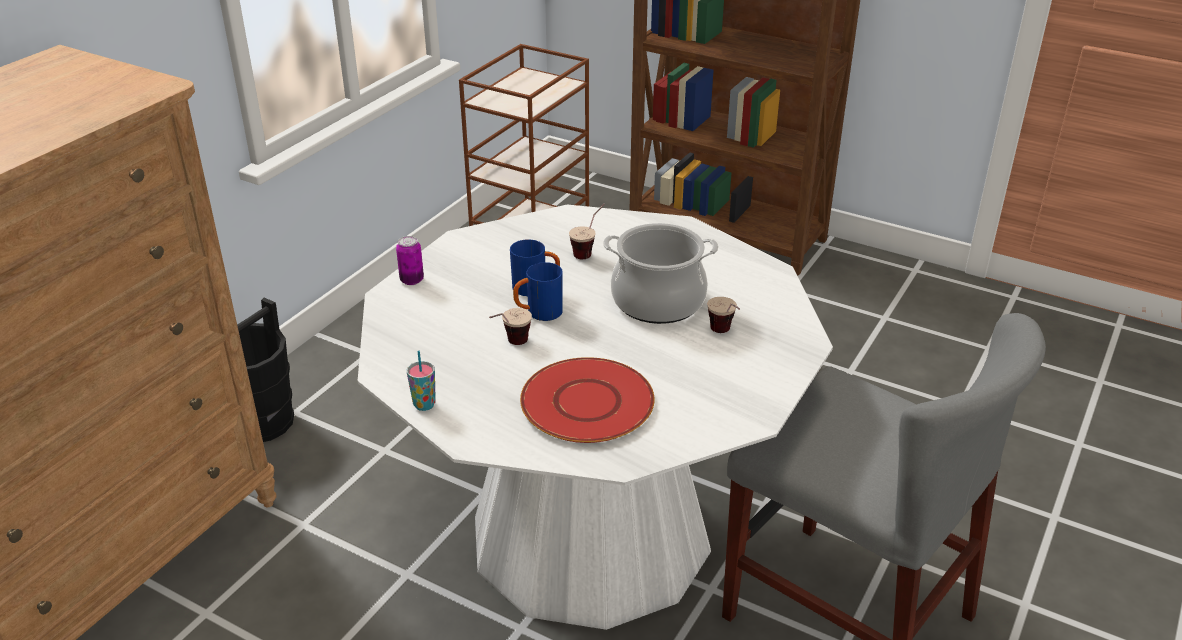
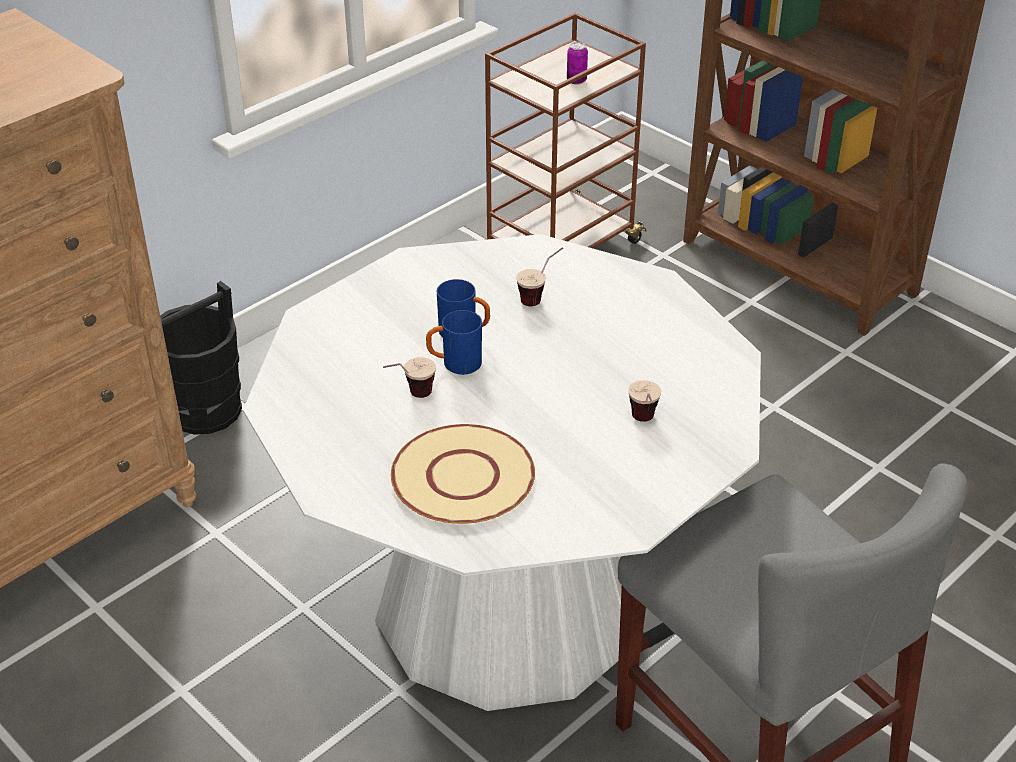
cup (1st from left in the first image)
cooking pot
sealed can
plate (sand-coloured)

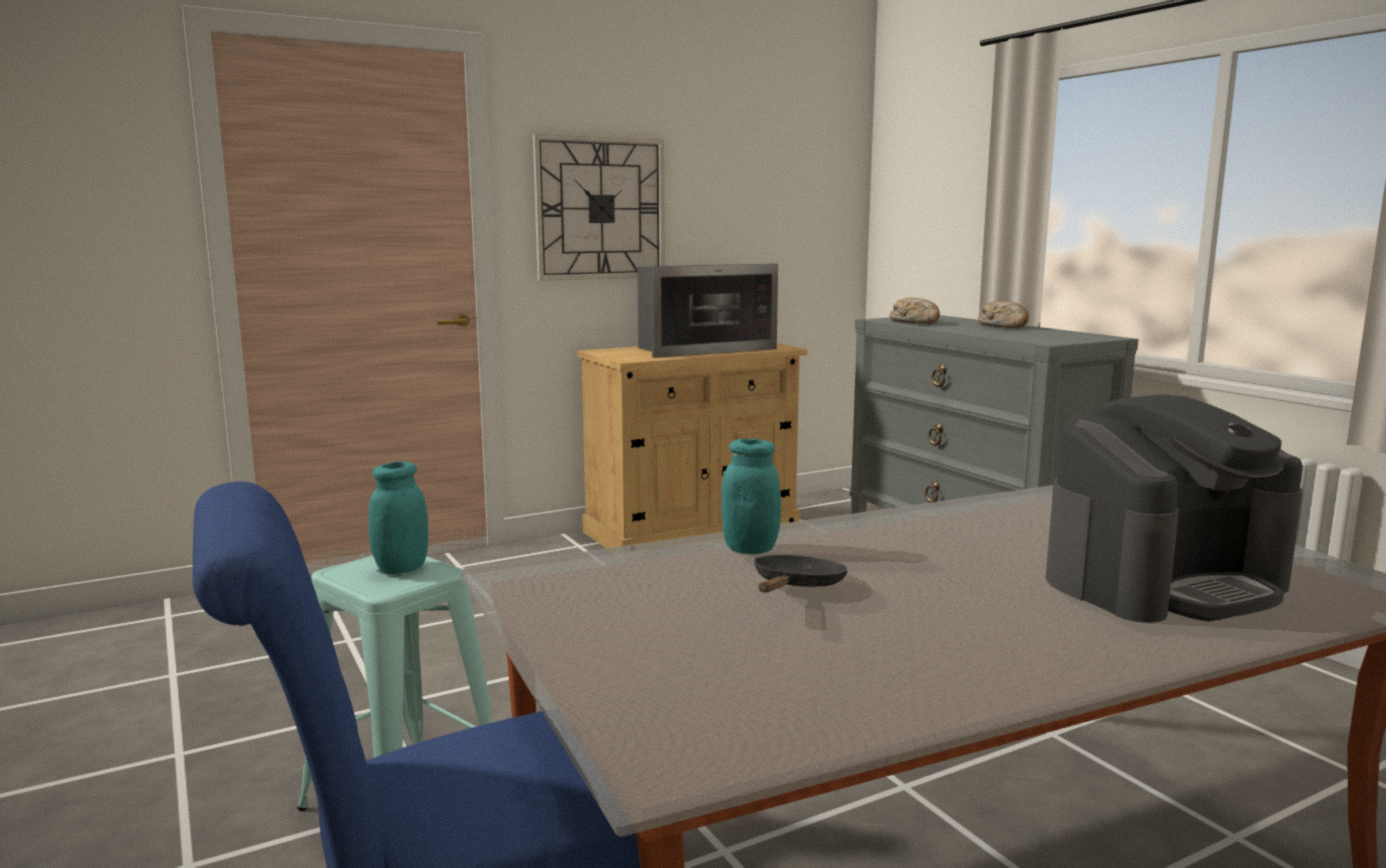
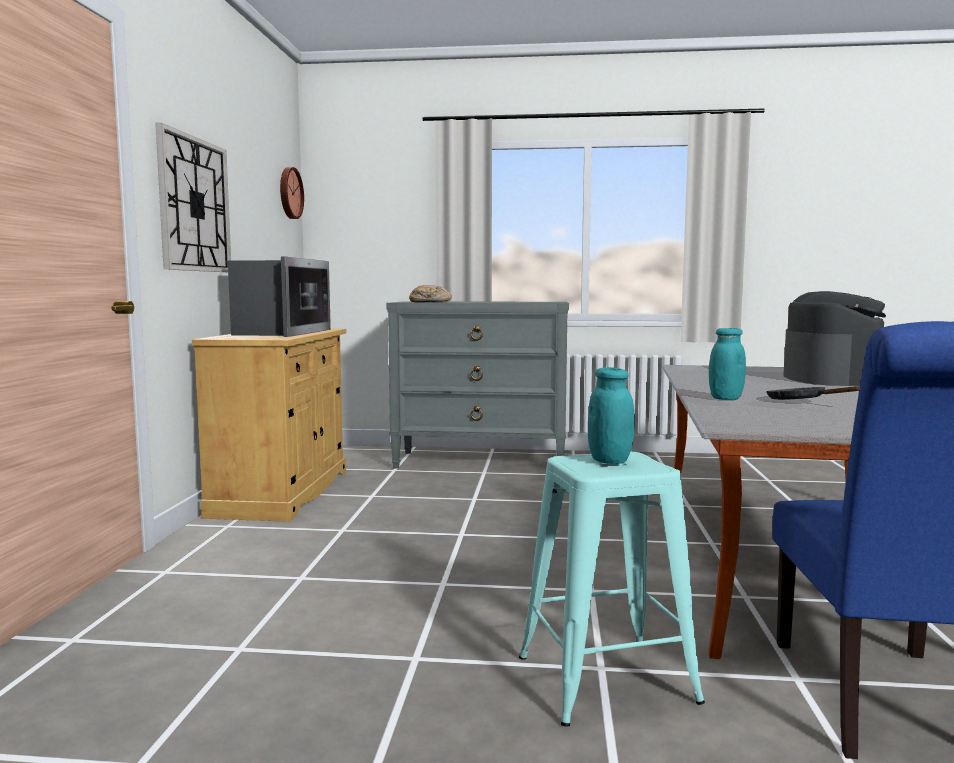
bread (2nd from left in the first image)
wall clock (2nd from left)

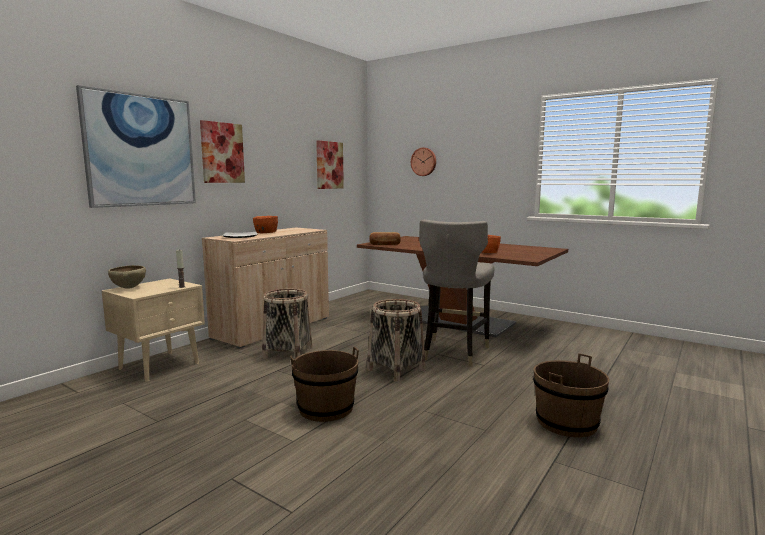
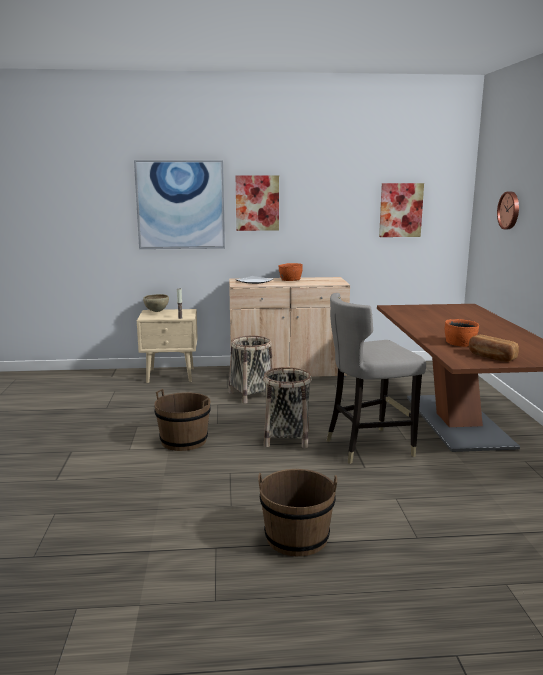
bread

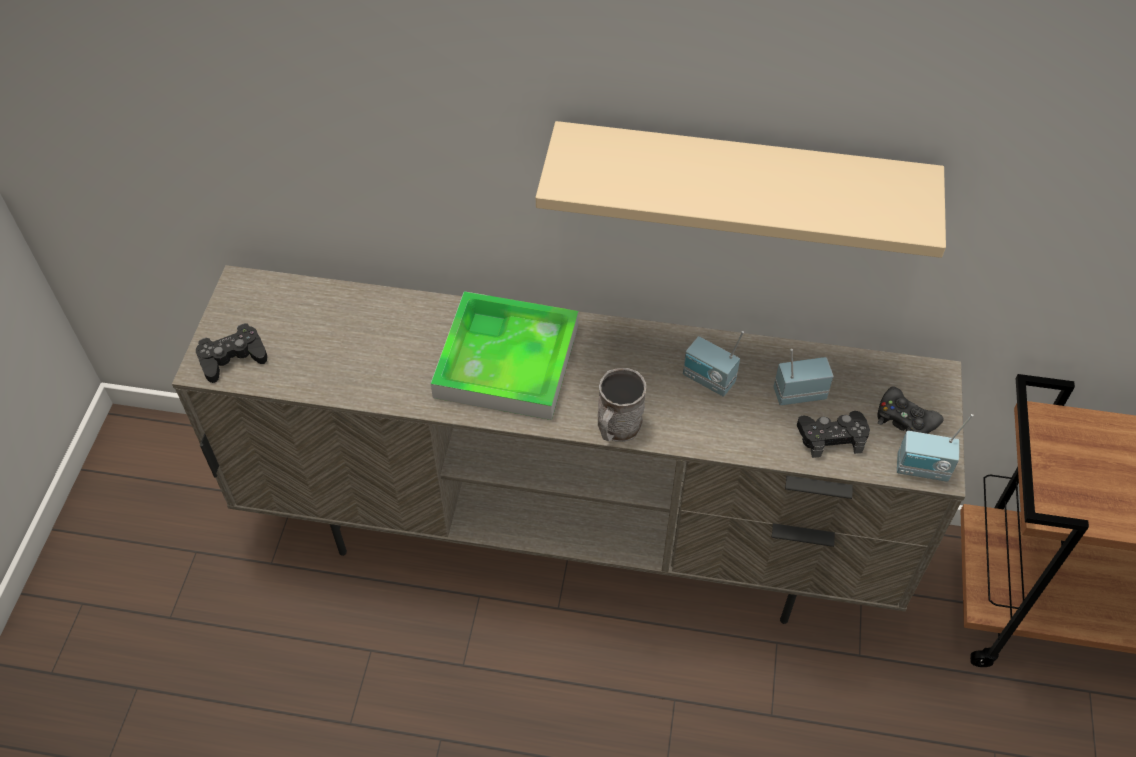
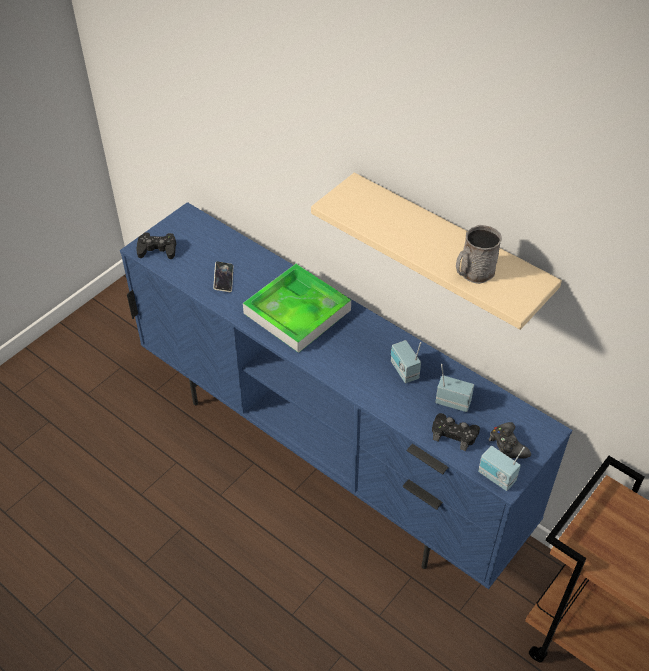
handset
mug (gray)
tv stand (bluish)

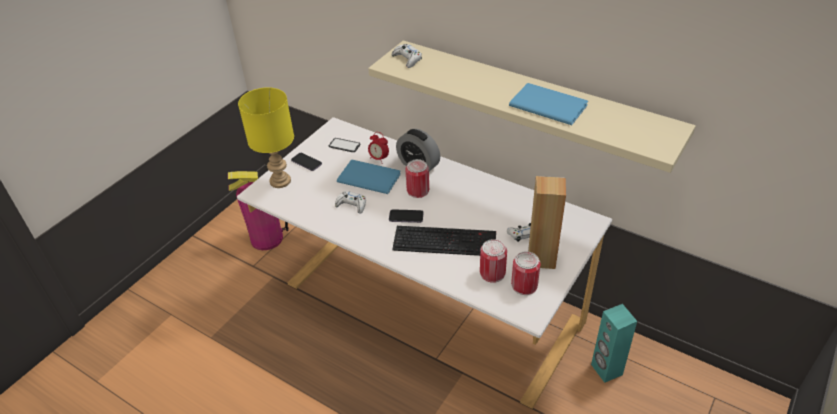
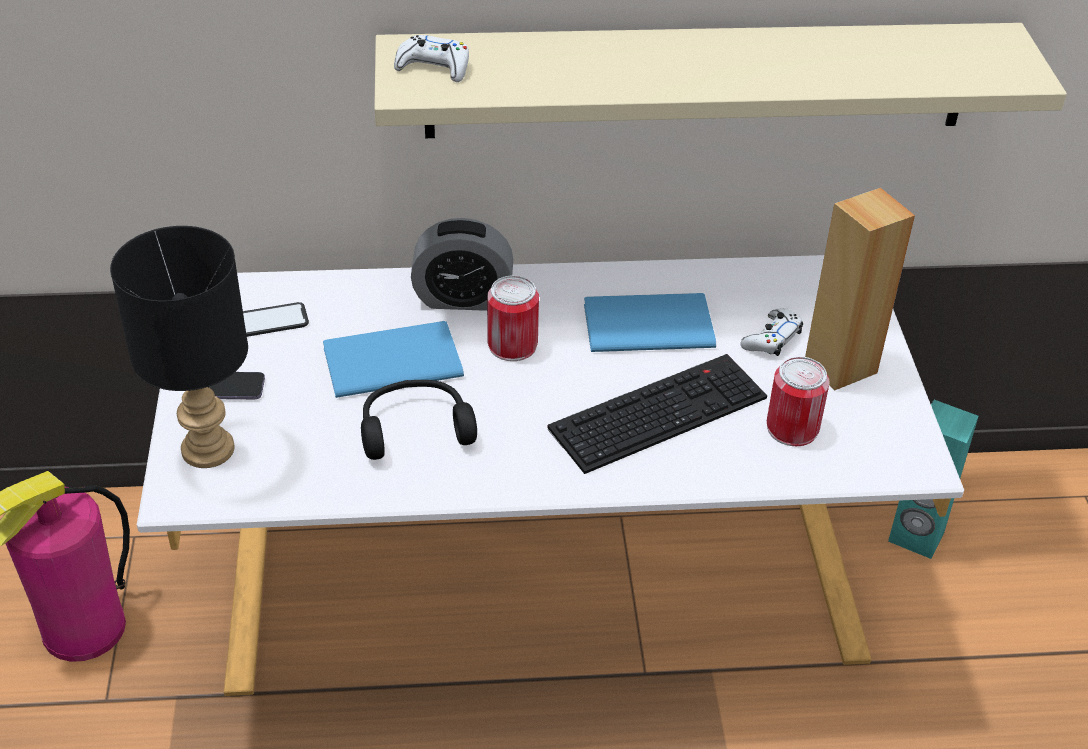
alarm clock (1st from left in the first image)
handset (3rd from left in the first image)
sealed can (3rd from left in the first image)
volume (bluish) (2nd from left)
headphones (black)
table lamp (black)

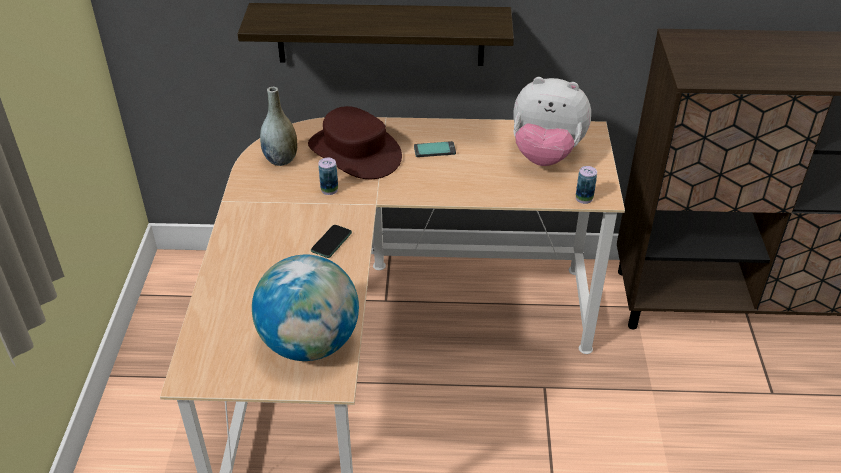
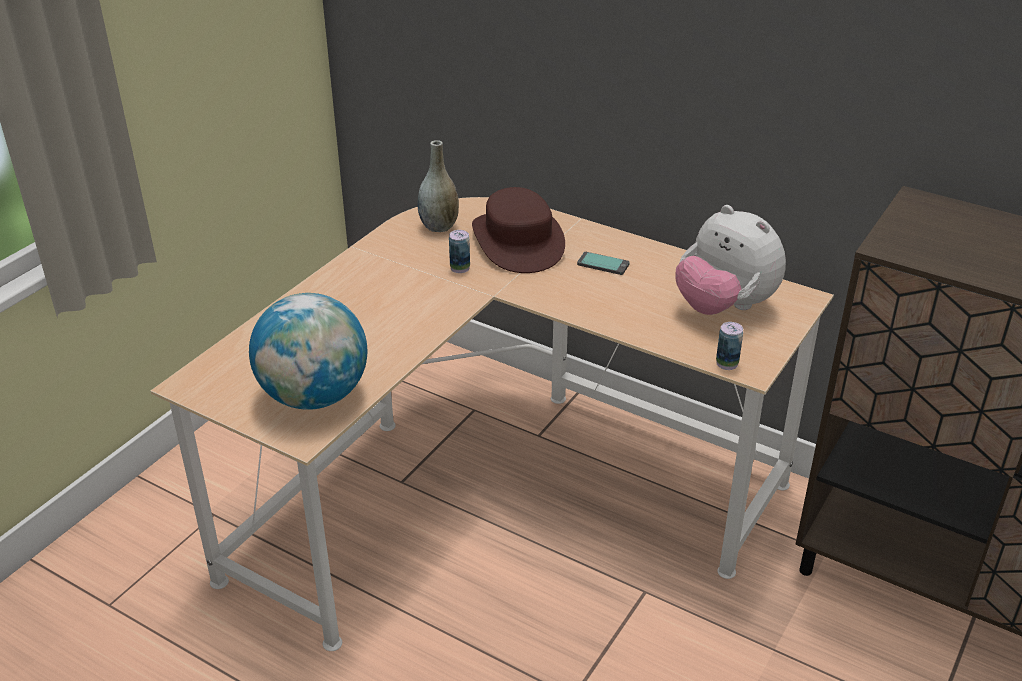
shelf
handset (1st from left in the first image)

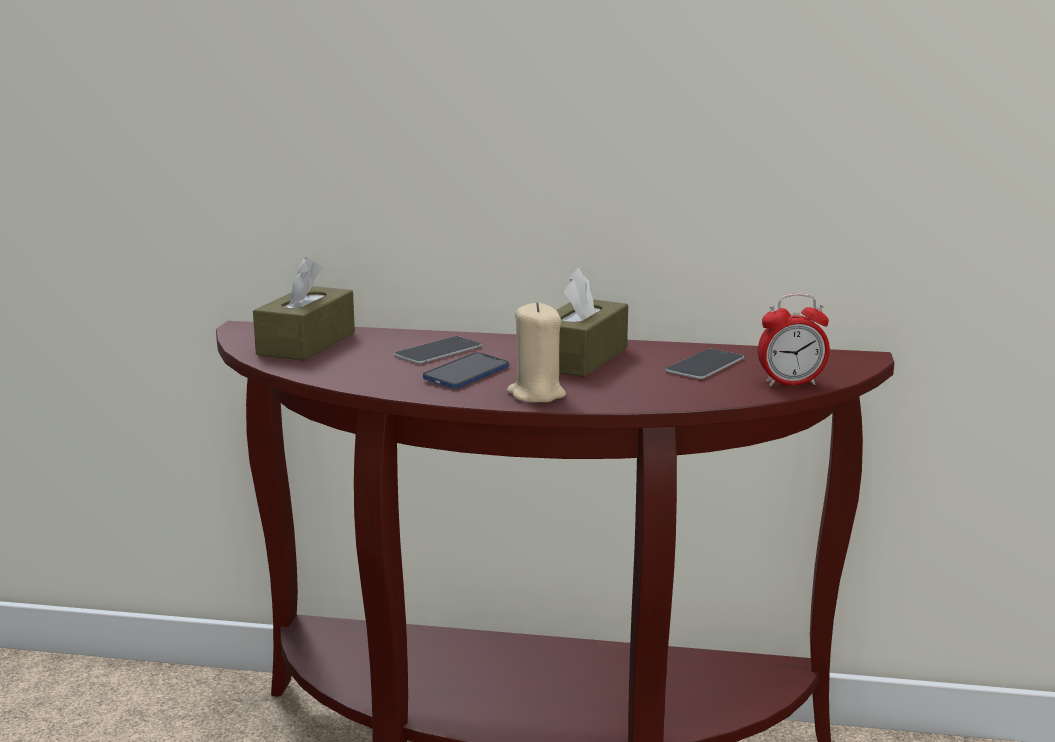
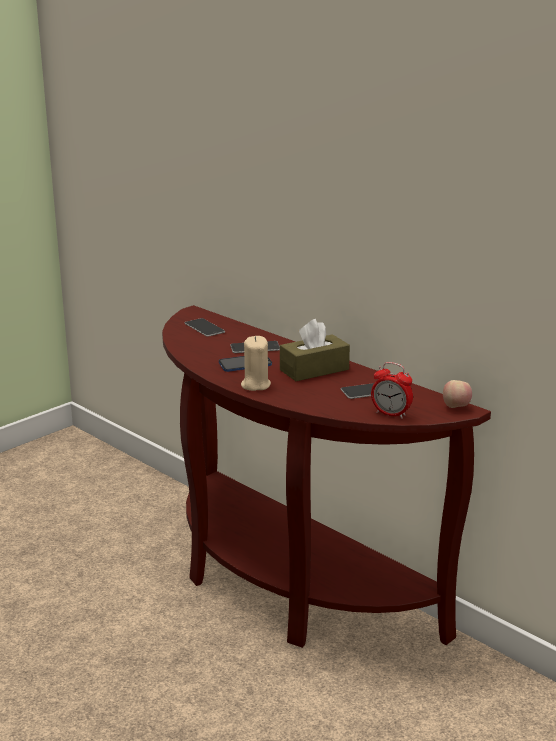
apple fruit
handset (1st from left)

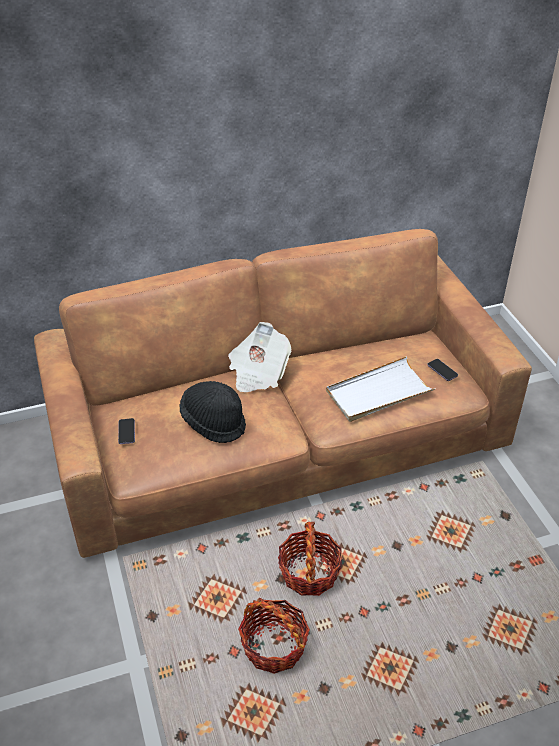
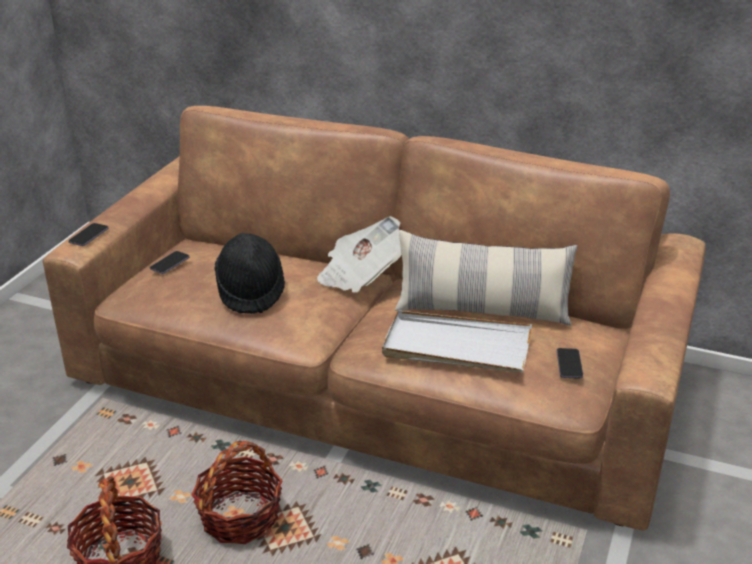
handset (1st from left)
cushion

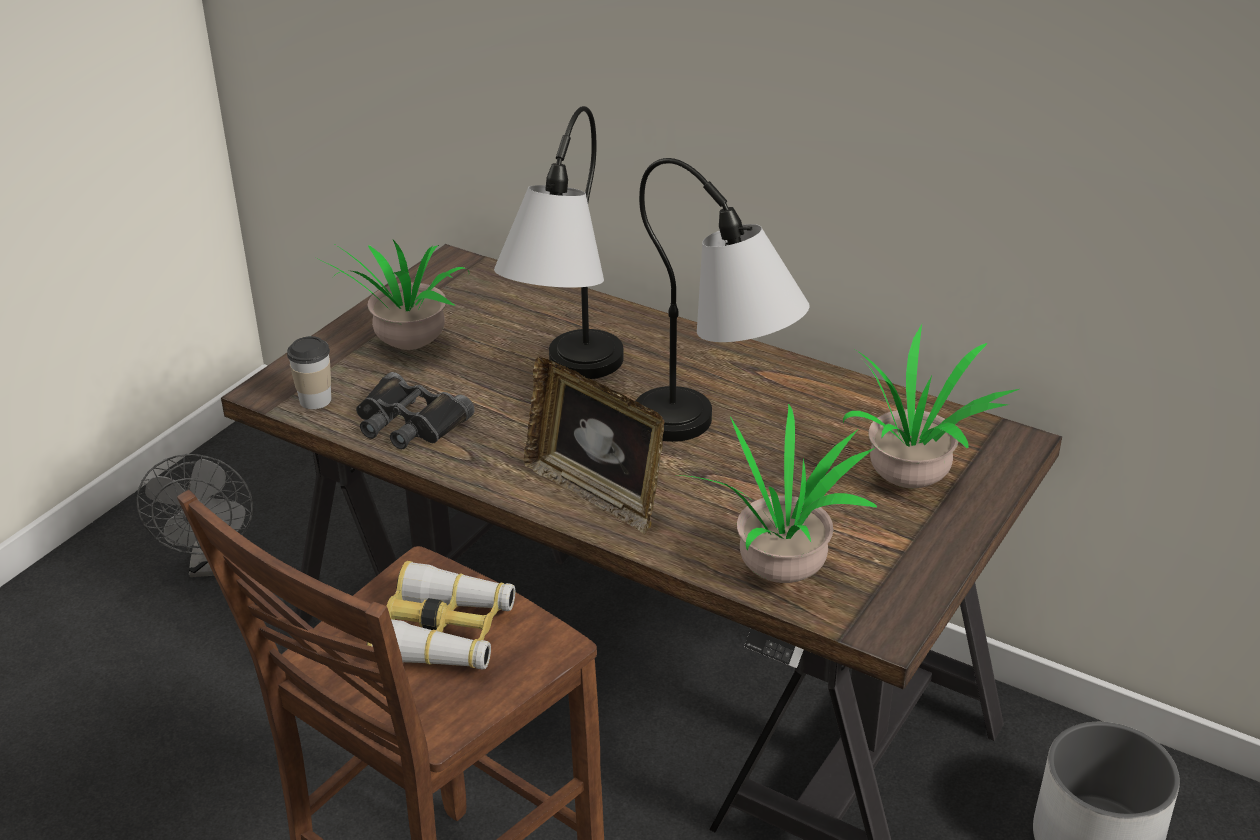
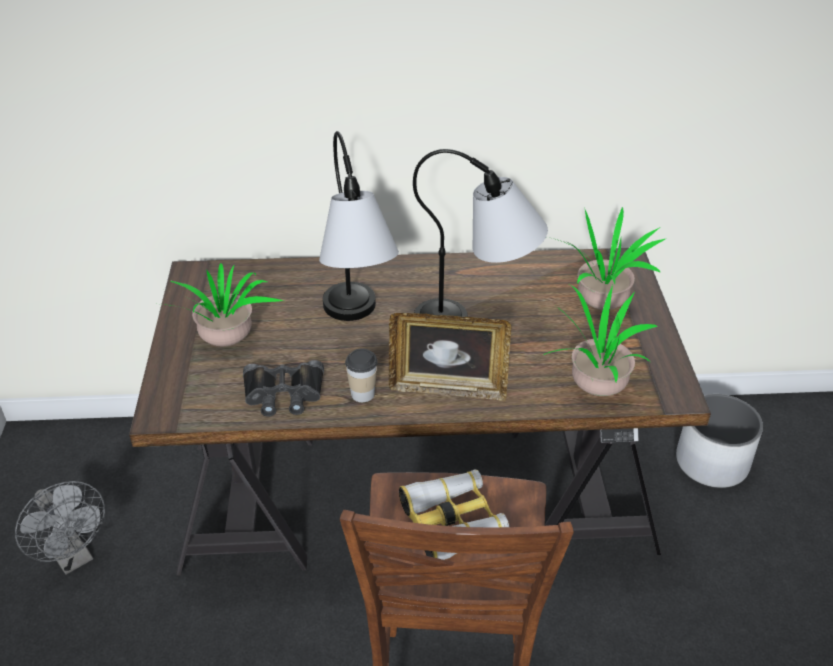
cup

